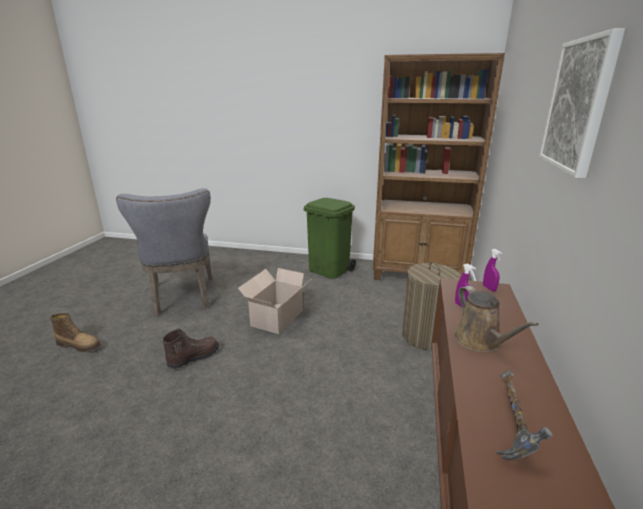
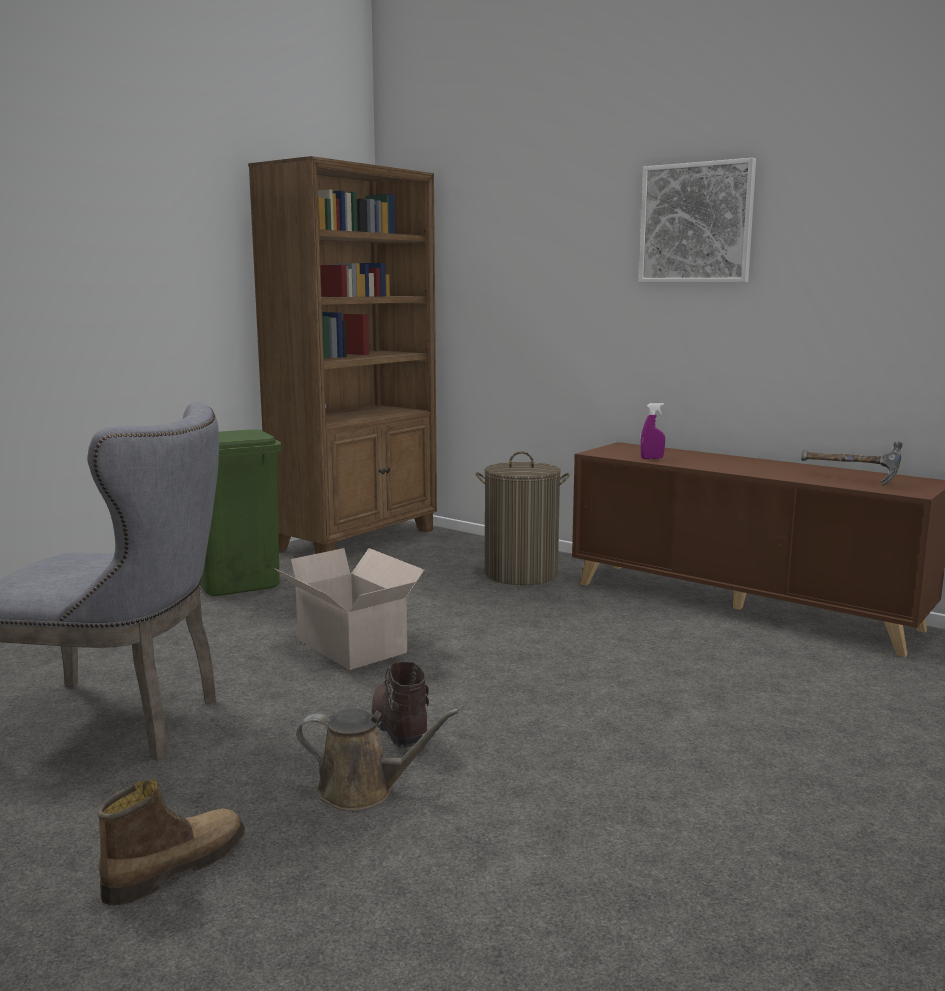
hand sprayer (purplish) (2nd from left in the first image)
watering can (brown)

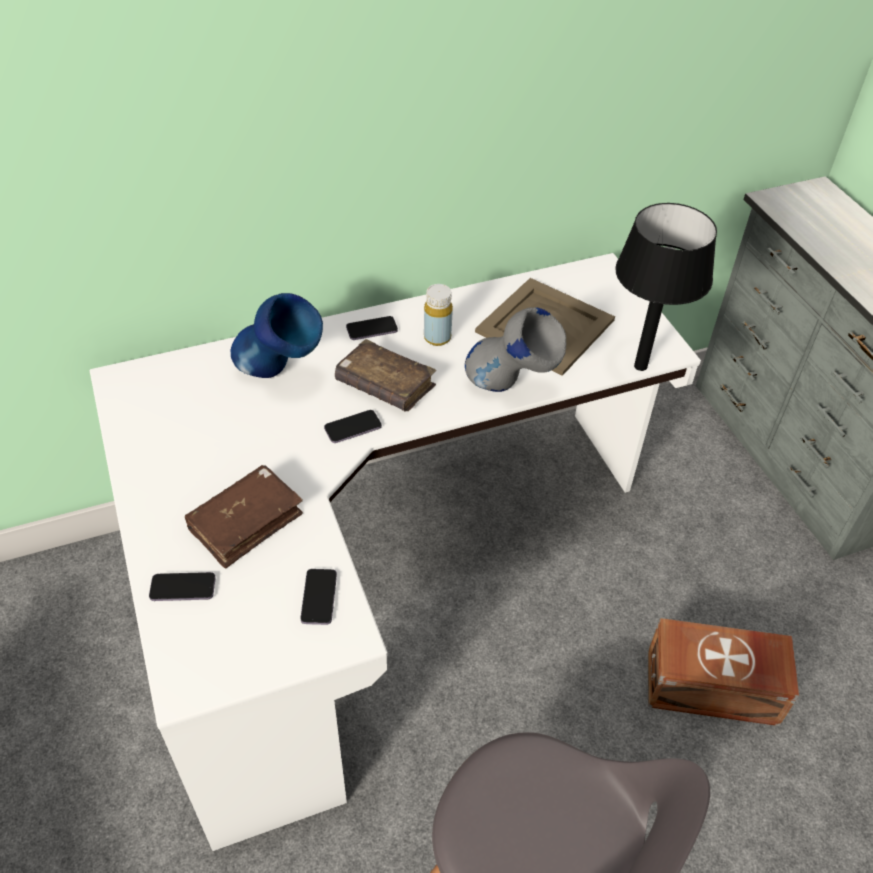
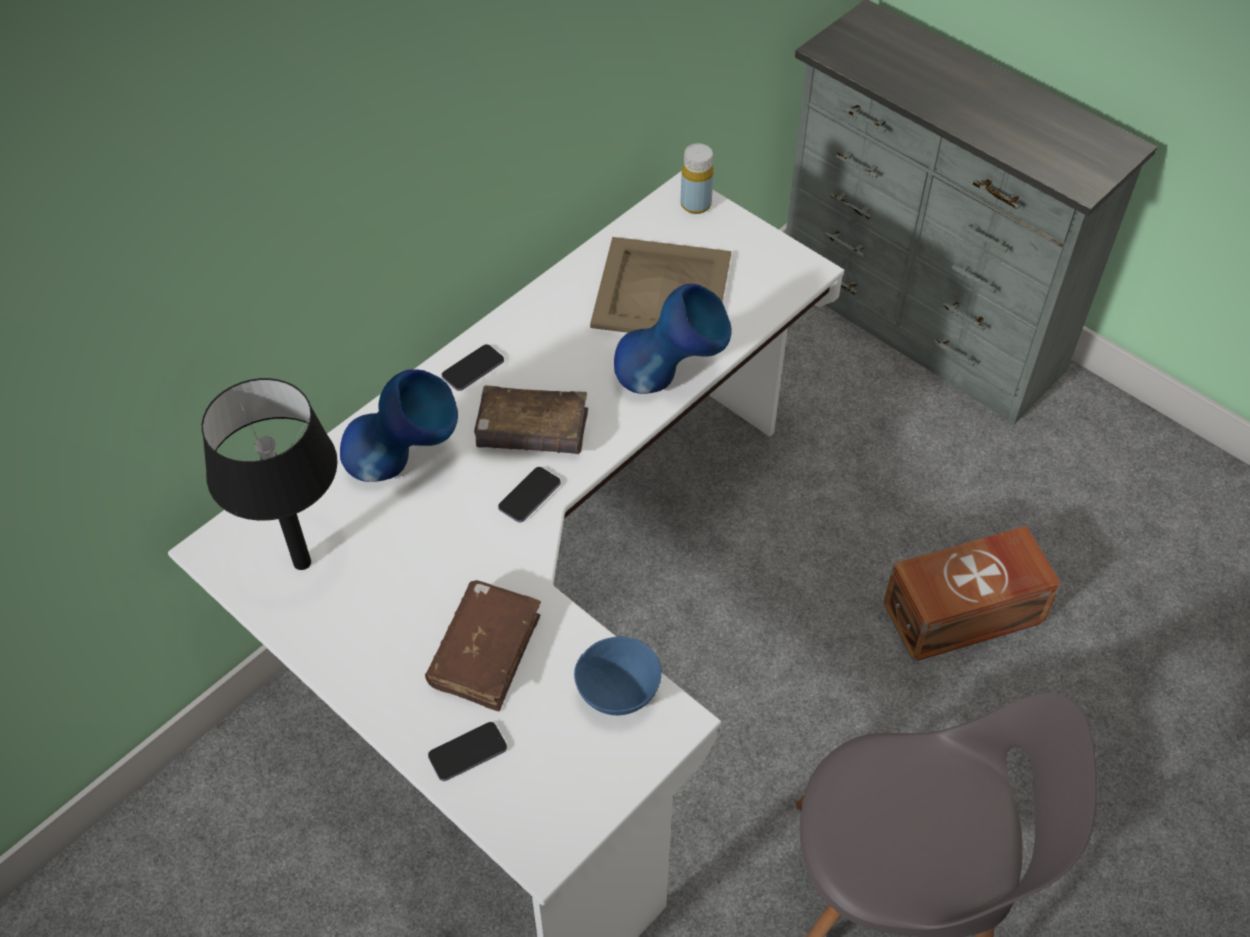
beverage bottle (yellowish)
table lamp (black)
deep dish (bluish)
flower vase (bluish) (2nd from left)

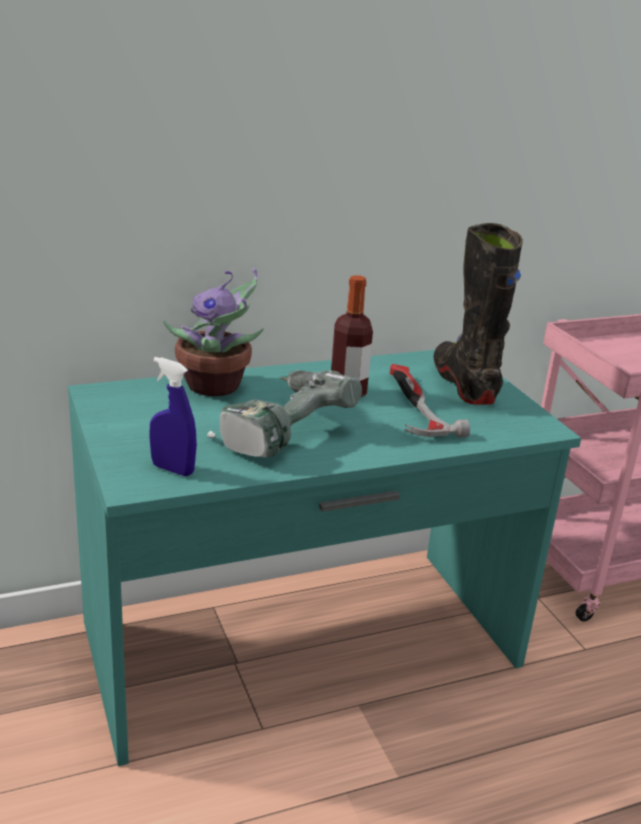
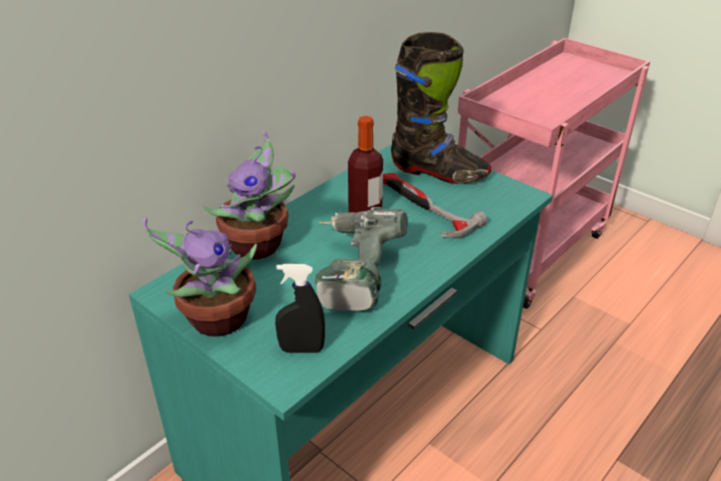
potted plant (1st from left)
hand sprayer (black)
high-top boot (black)

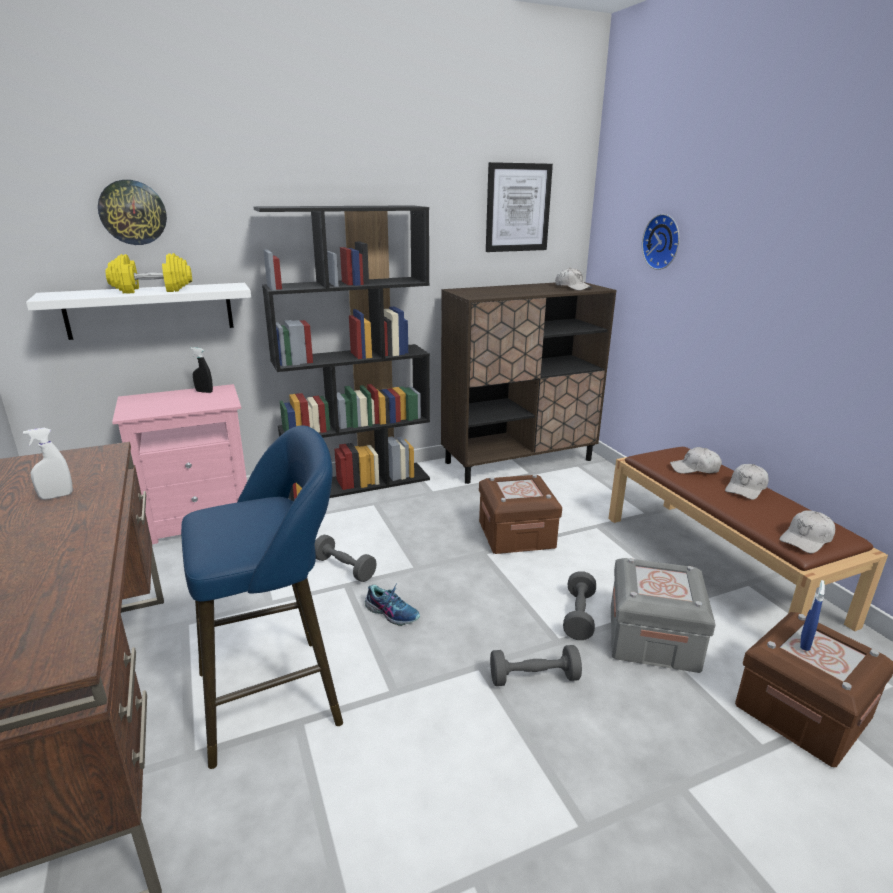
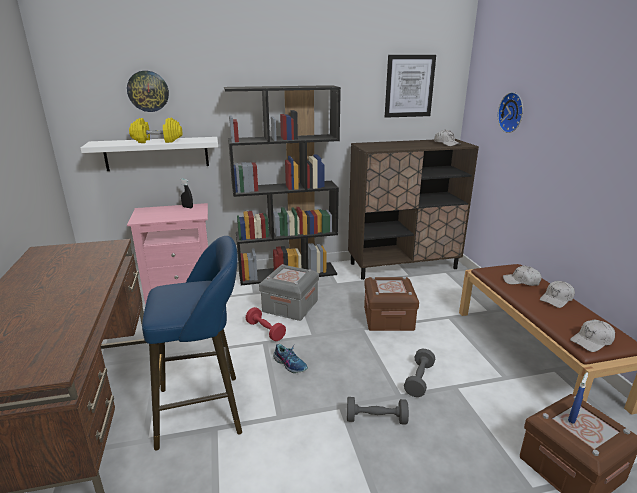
hand sprayer (white-coloured)
storage bin (gray)
hand weight (reddish)

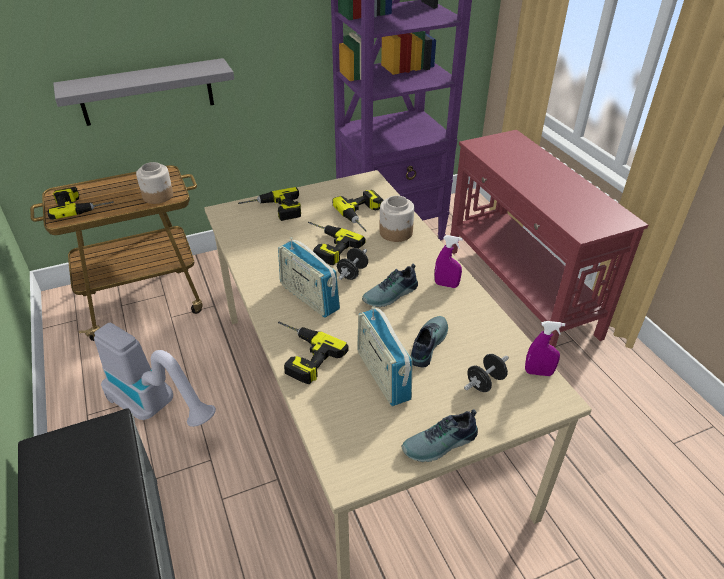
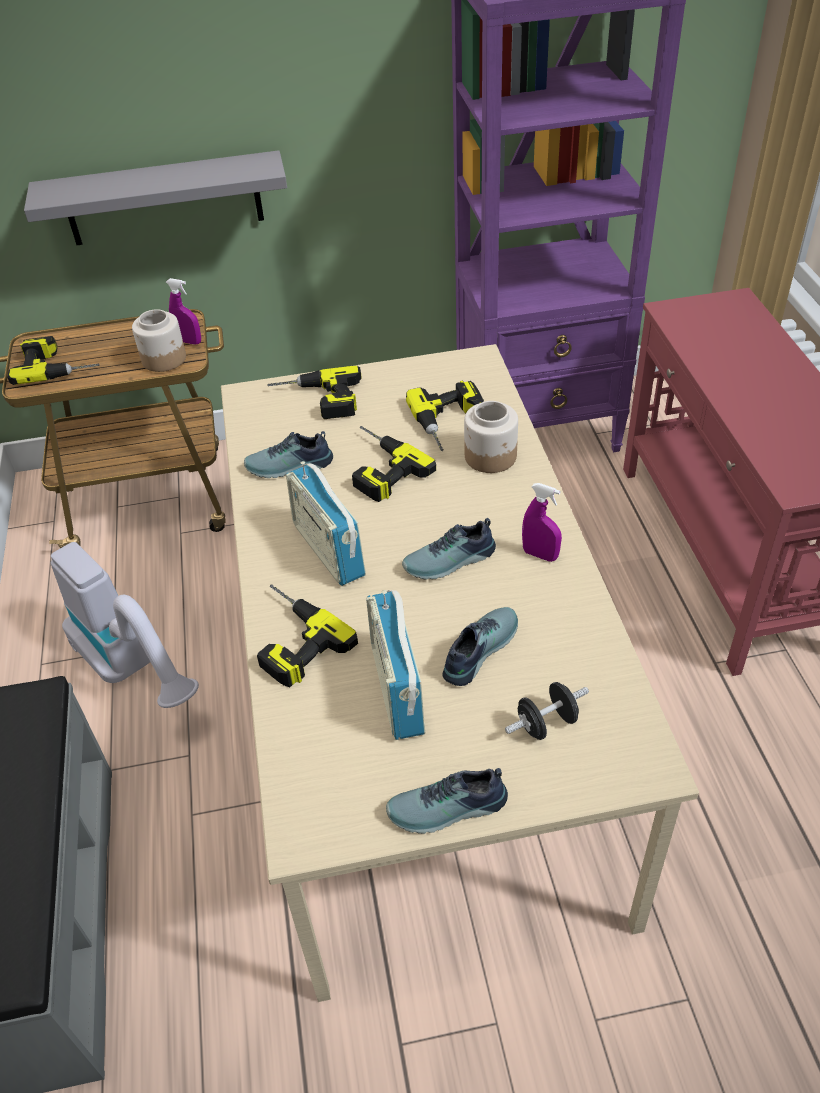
hand weight (black) (1st from left in the first image)
low shoe (1st from left)
hand sprayer (purplish) (1st from left)

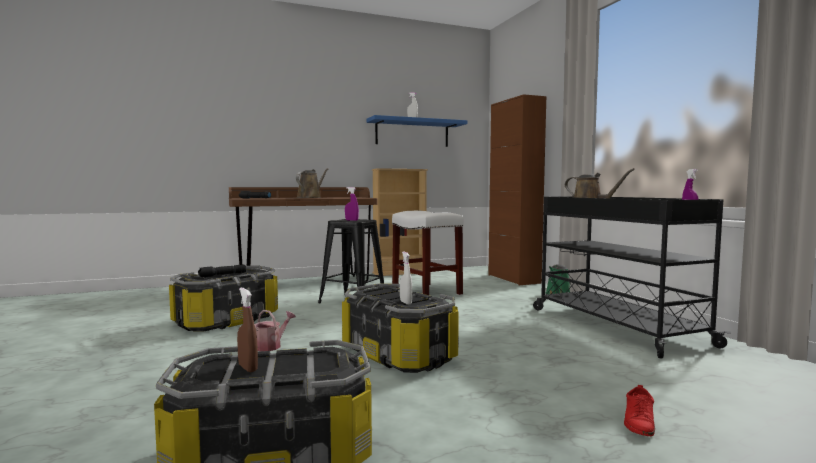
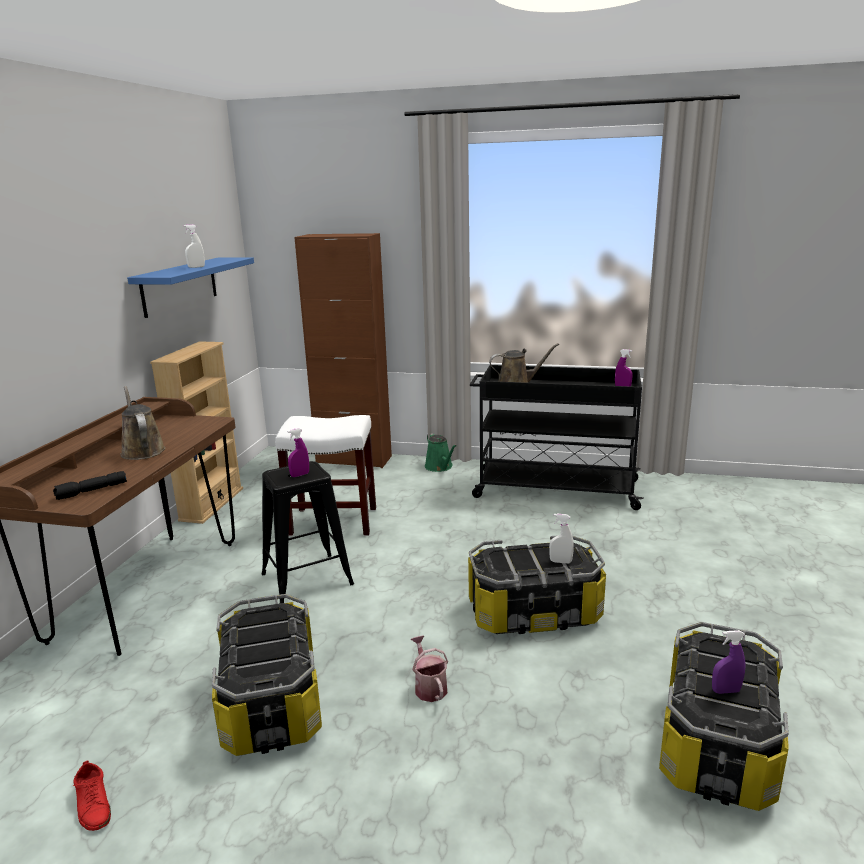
hand torch (black) (1st from left in the first image)
low shoe (reddish)
hand sprayer (purplish) (3rd from left)

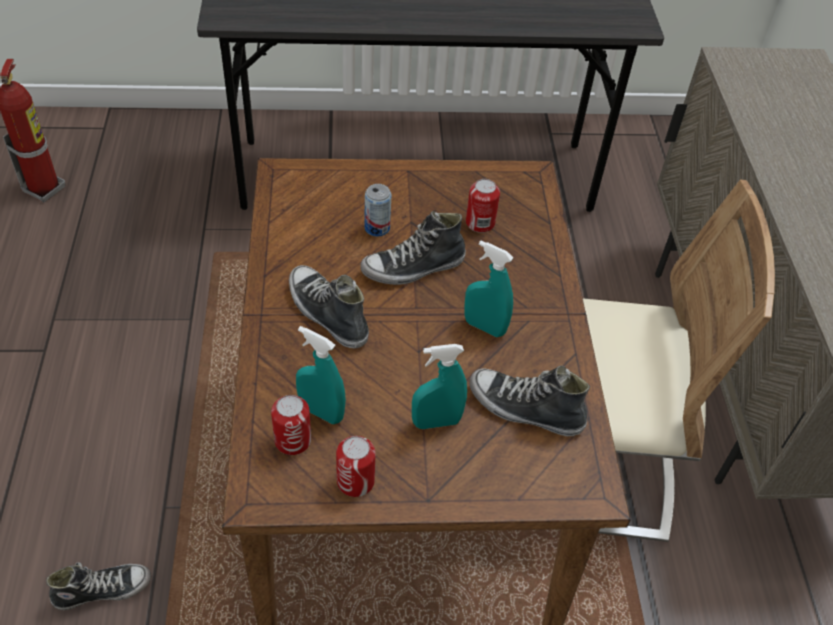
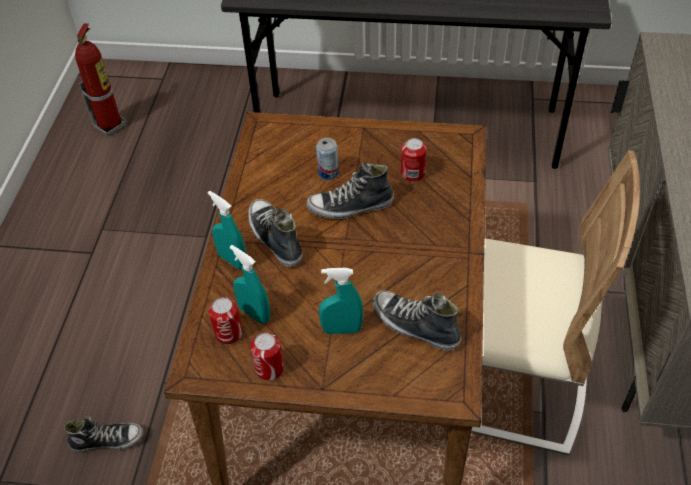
hand sprayer (turquoise-coloured) (1st from left)

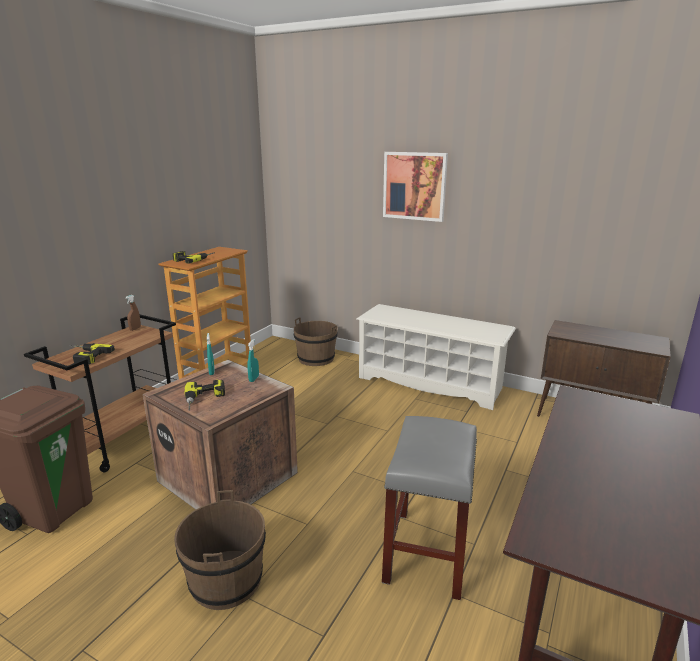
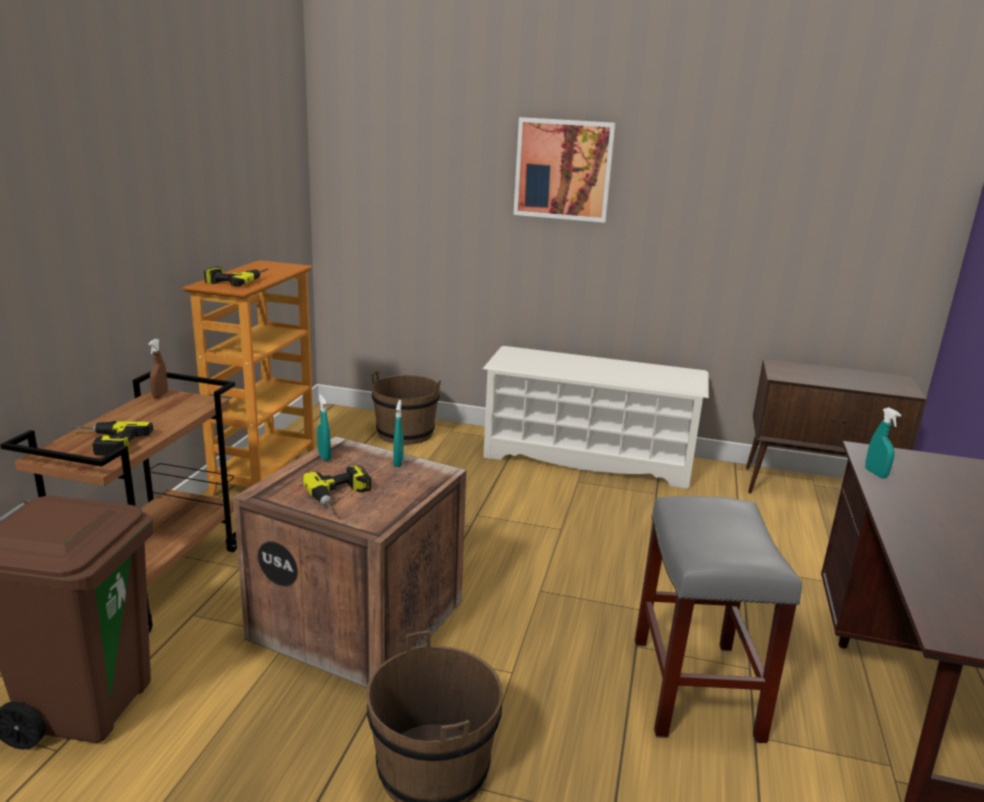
hand sprayer (turquoise-coloured) (3rd from left)

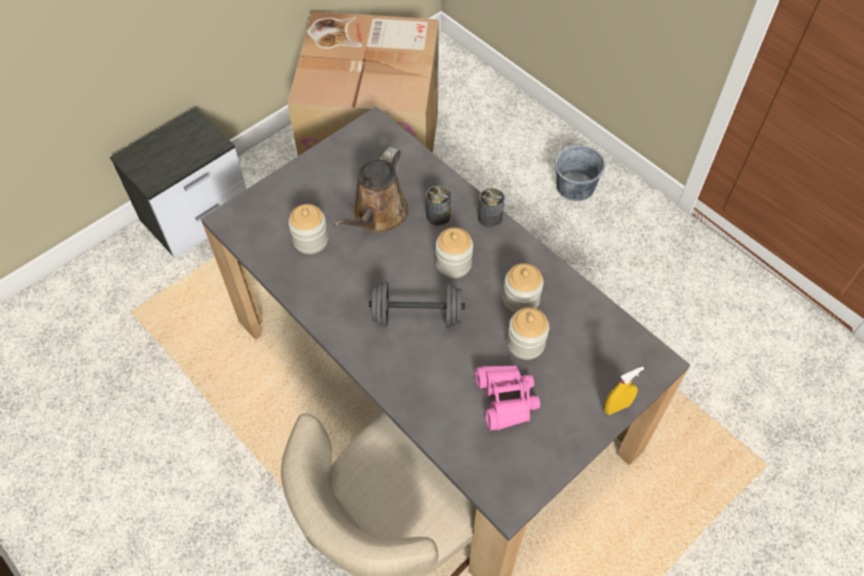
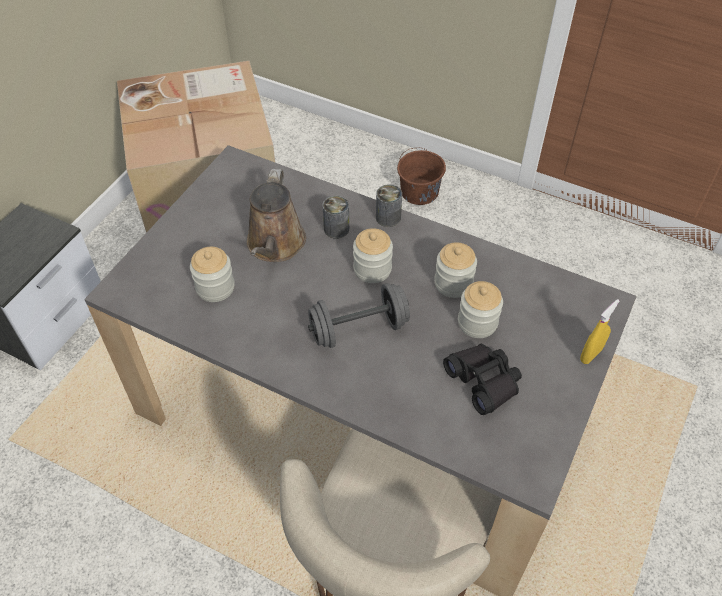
binoculars (black)
bucket (brown)

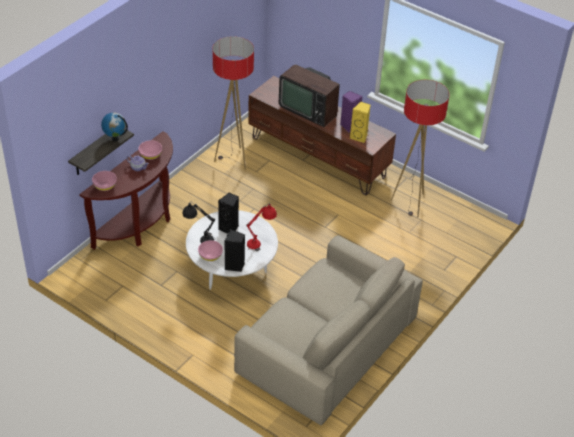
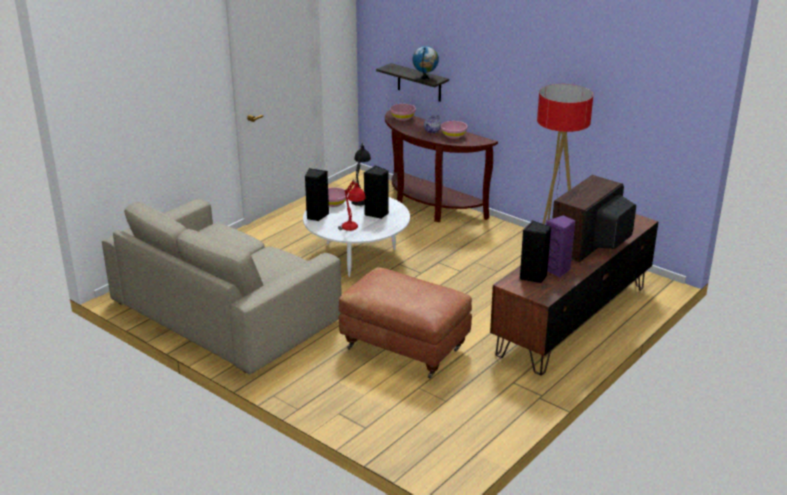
floor lamp (2nd from left in the first image)
ottoman (brown)
loudspeaker (black) (3rd from left)

